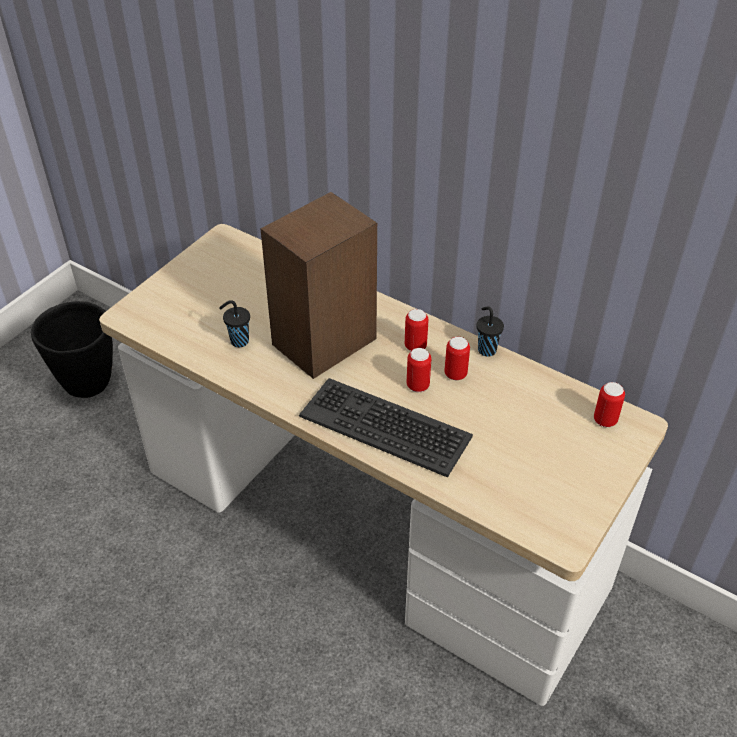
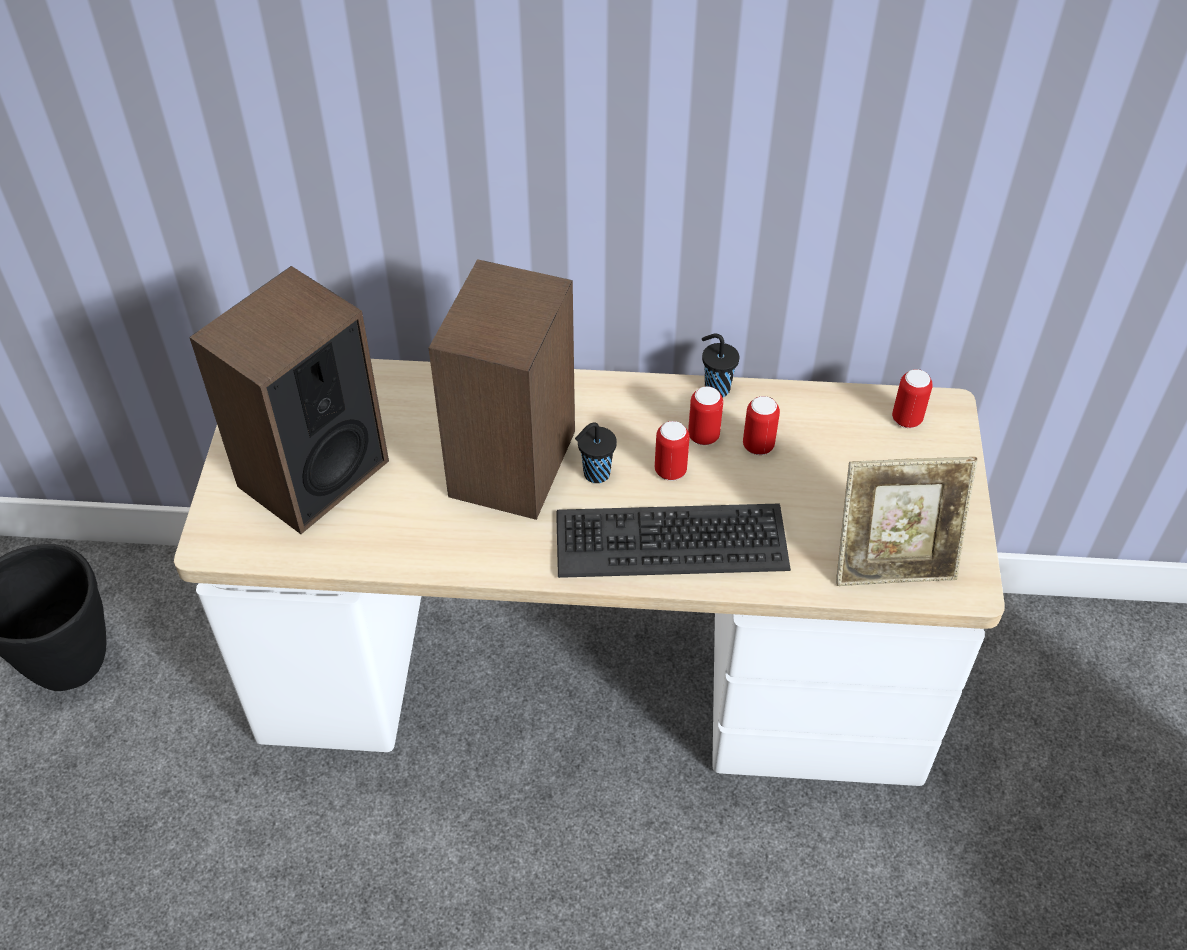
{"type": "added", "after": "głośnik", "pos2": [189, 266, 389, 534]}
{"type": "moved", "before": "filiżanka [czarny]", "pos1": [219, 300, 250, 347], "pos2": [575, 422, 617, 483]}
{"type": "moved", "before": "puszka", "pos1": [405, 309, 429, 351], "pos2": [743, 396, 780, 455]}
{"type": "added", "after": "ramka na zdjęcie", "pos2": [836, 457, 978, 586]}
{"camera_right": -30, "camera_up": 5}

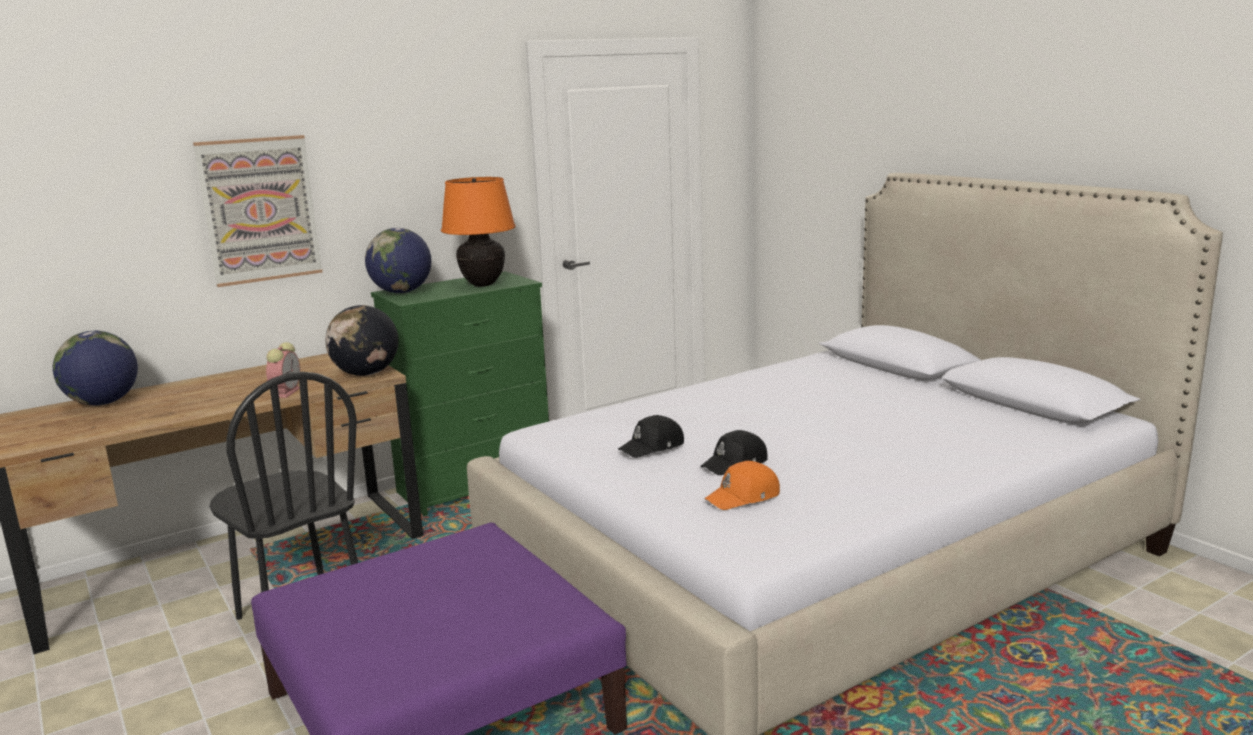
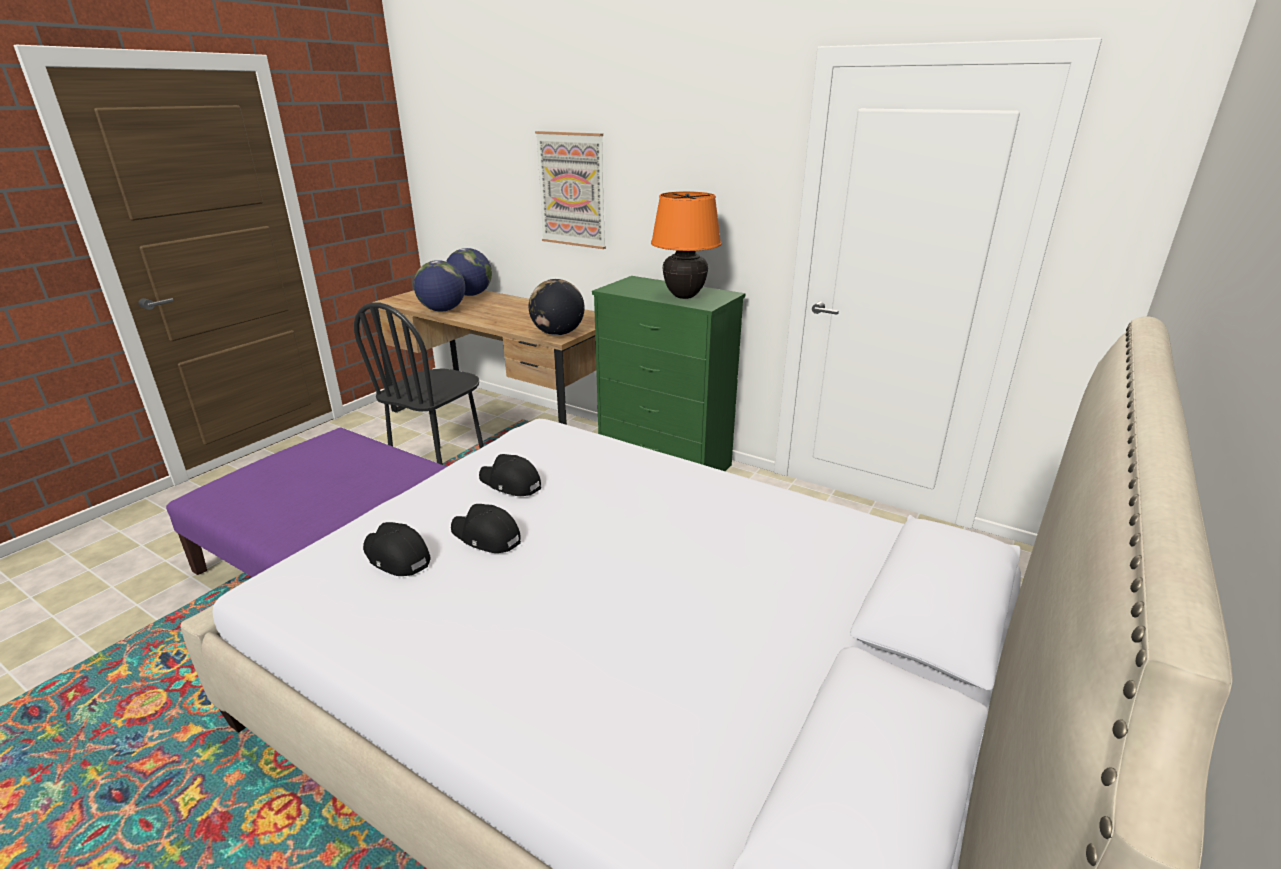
{"type": "recoloured", "before": "czapka z daszkiem [pomarańczowy]", "after": "czapka z daszkiem [czarny]", "pos1": [704, 461, 780, 510], "pos2": [363, 522, 431, 576]}
{"type": "moved", "before": "globus", "pos1": [365, 228, 431, 293], "pos2": [413, 260, 465, 312]}
{"type": "removed", "before": "budzik", "pos1": [266, 342, 300, 398]}
{"camera_right": 65, "camera_up": 10}

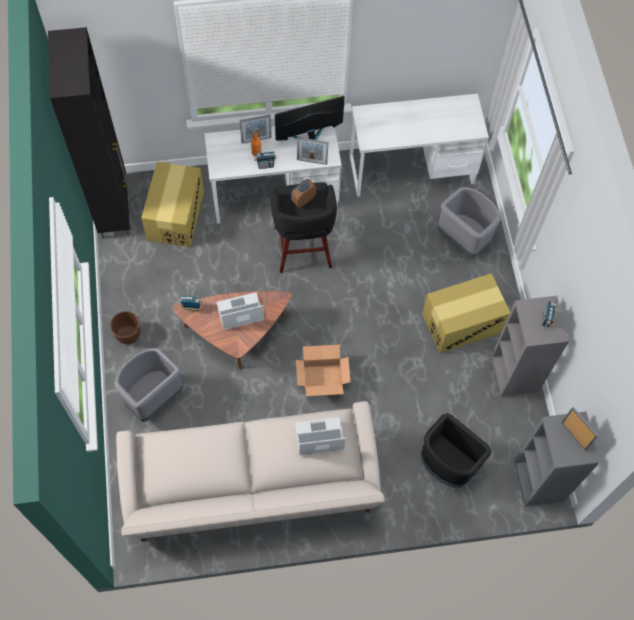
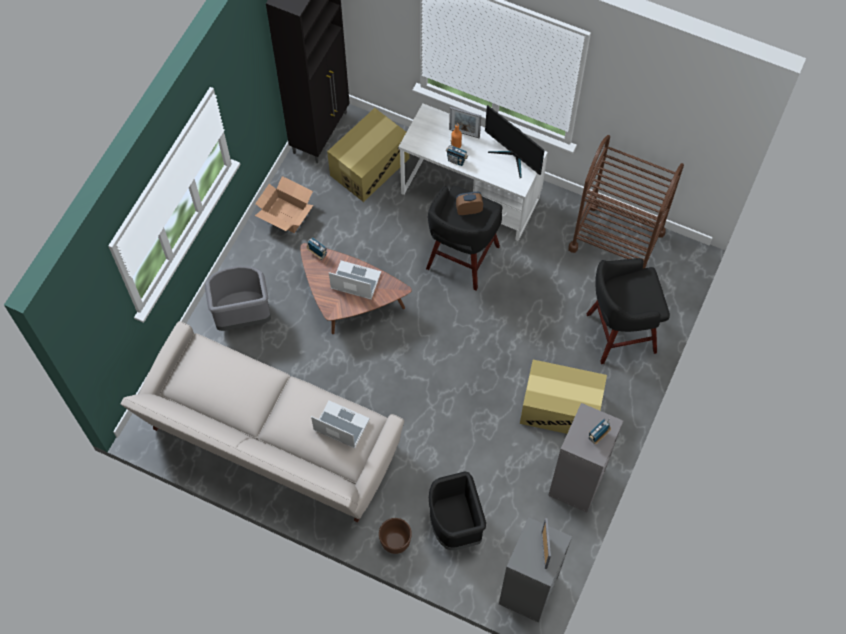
{"type": "moved", "before": "karton", "pos1": [296, 345, 351, 396], "pos2": [255, 176, 313, 233]}
{"type": "moved", "before": "donica [brązowy]", "pos1": [110, 311, 141, 344], "pos2": [379, 518, 412, 554]}
{"type": "turned", "before": "monitor", "pos1": [275, 96, 345, 141], "pos2": [485, 105, 545, 178], "turn": -150}
{"type": "replaced", "before": "biurko [biały]", "after": "wózek [brązowy]", "pos1": [350, 94, 489, 197], "pos2": [568, 135, 684, 268]}
{"type": "replaced", "before": "kosz na śmieci [szary]", "after": "stołek [czarny]", "pos1": [437, 187, 501, 258], "pos2": [586, 258, 670, 364]}
{"type": "removed", "before": "ramka na zdjęcie", "pos1": [297, 137, 328, 165]}
{"camera_right": 35, "camera_up": 0}

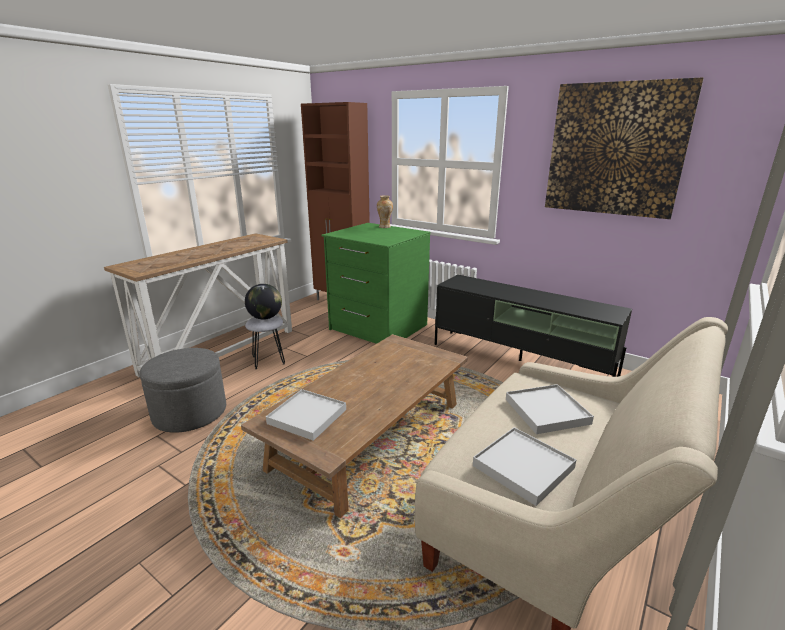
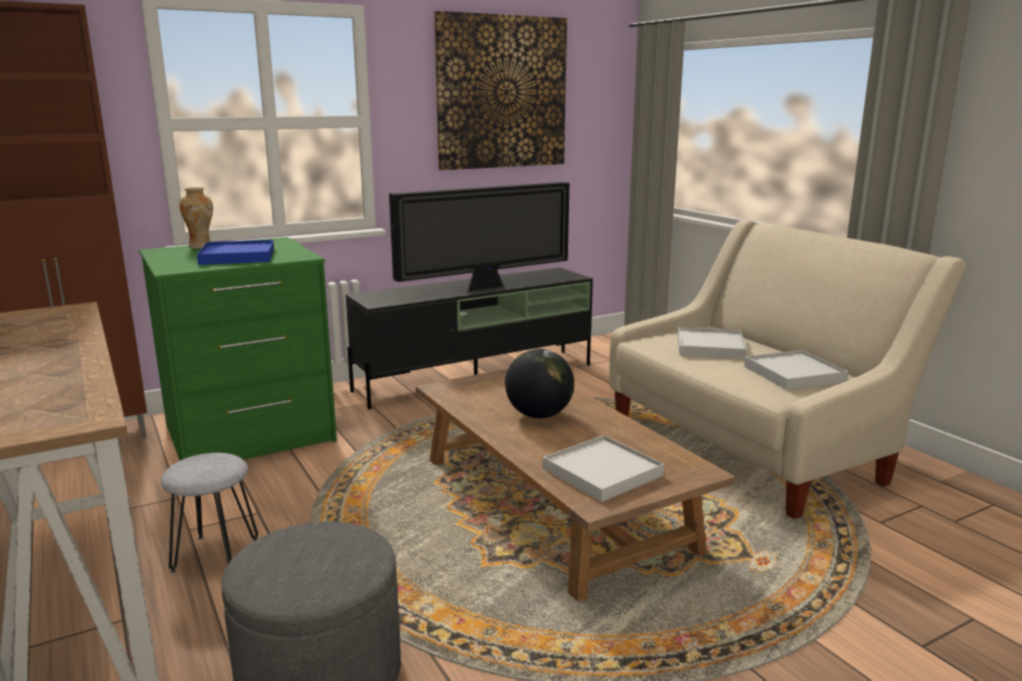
{"type": "added", "after": "taca [niebieski]", "pos2": [197, 240, 274, 265]}
{"type": "added", "after": "telewizor", "pos2": [389, 182, 569, 293]}
{"type": "moved", "before": "globus", "pos1": [245, 284, 282, 320], "pos2": [505, 349, 574, 418]}
{"camera_right": -65, "camera_up": -5}

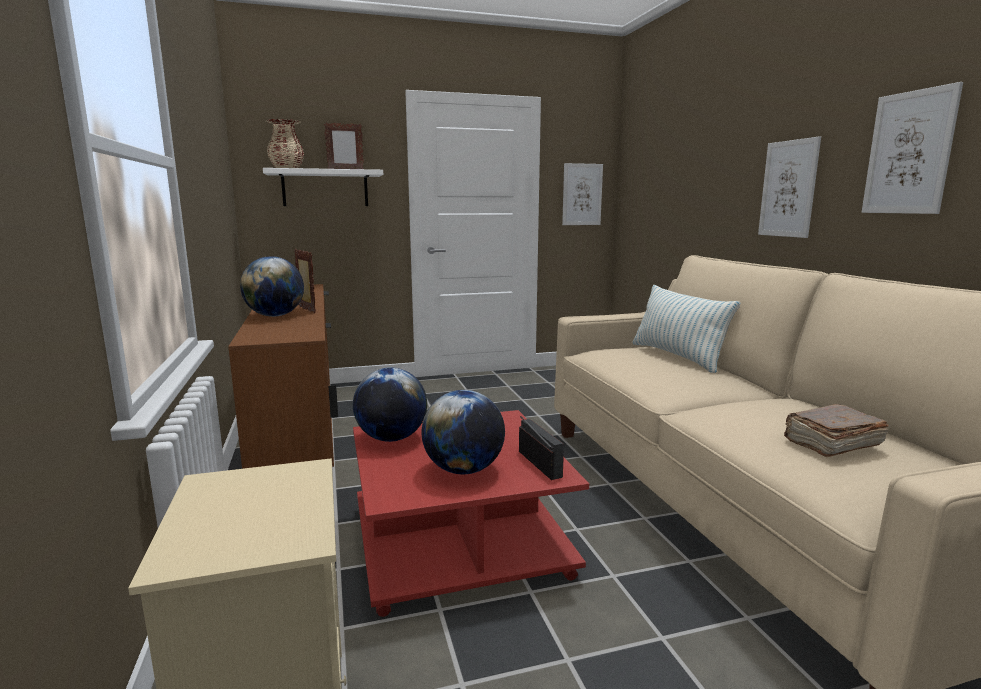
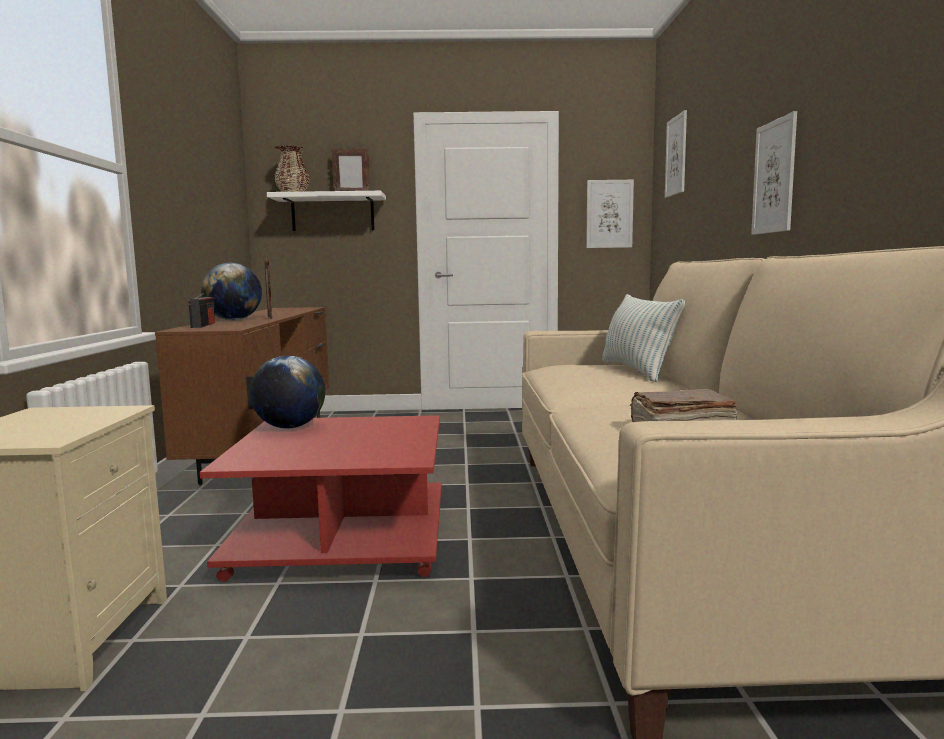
{"type": "moved", "before": "radio", "pos1": [519, 416, 564, 480], "pos2": [189, 293, 215, 328]}
{"type": "moved", "before": "obraz", "pos1": [862, 82, 963, 214], "pos2": [665, 110, 687, 198]}
{"type": "removed", "before": "globus", "pos1": [422, 390, 505, 474]}
{"camera_right": 15, "camera_up": -5}

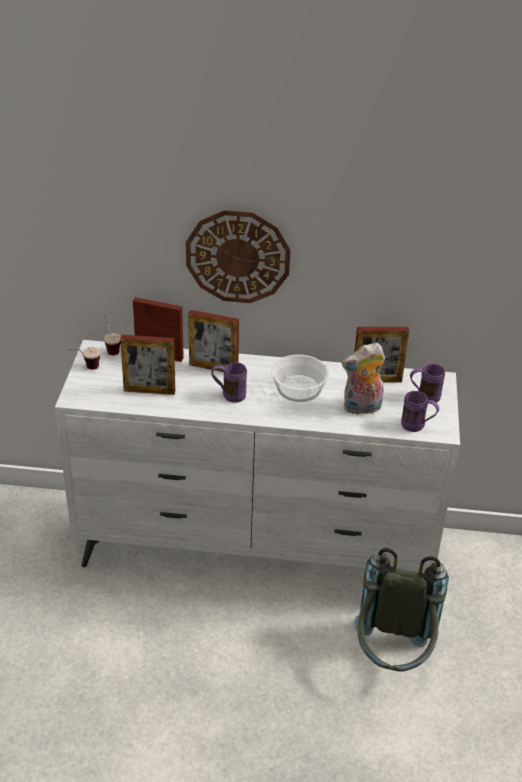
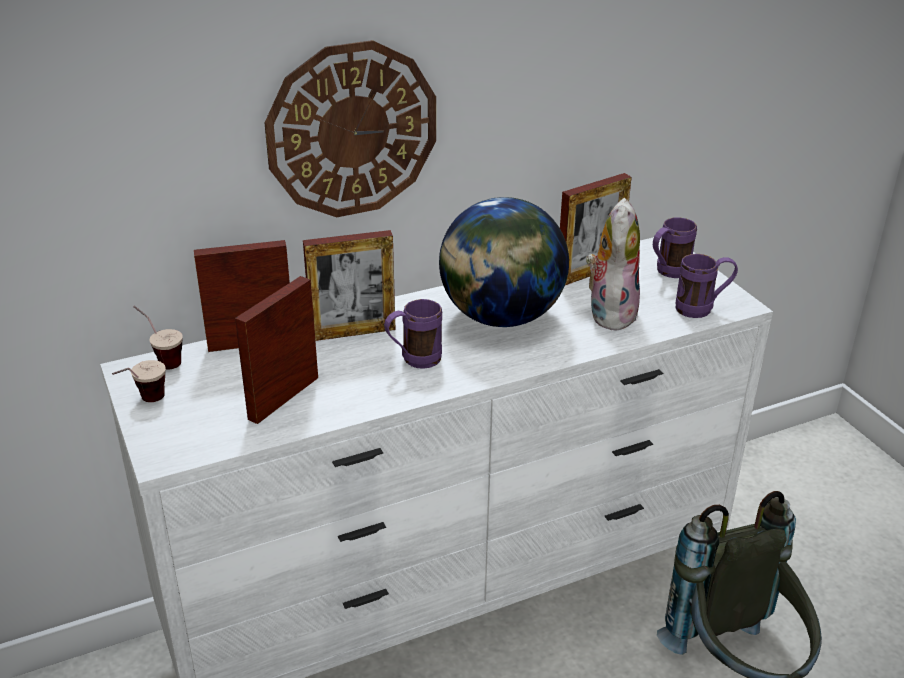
{"type": "turned", "before": "ramka na zdjęcie", "pos1": [120, 335, 175, 395], "pos2": [235, 276, 318, 424], "turn": 150}
{"type": "replaced", "before": "miska", "after": "globus", "pos1": [271, 354, 329, 402], "pos2": [439, 197, 569, 327]}
{"type": "turned", "before": "pluszak", "pos1": [342, 342, 385, 415], "pos2": [586, 198, 640, 332], "turn": 150}
{"camera_right": -30, "camera_up": -5}

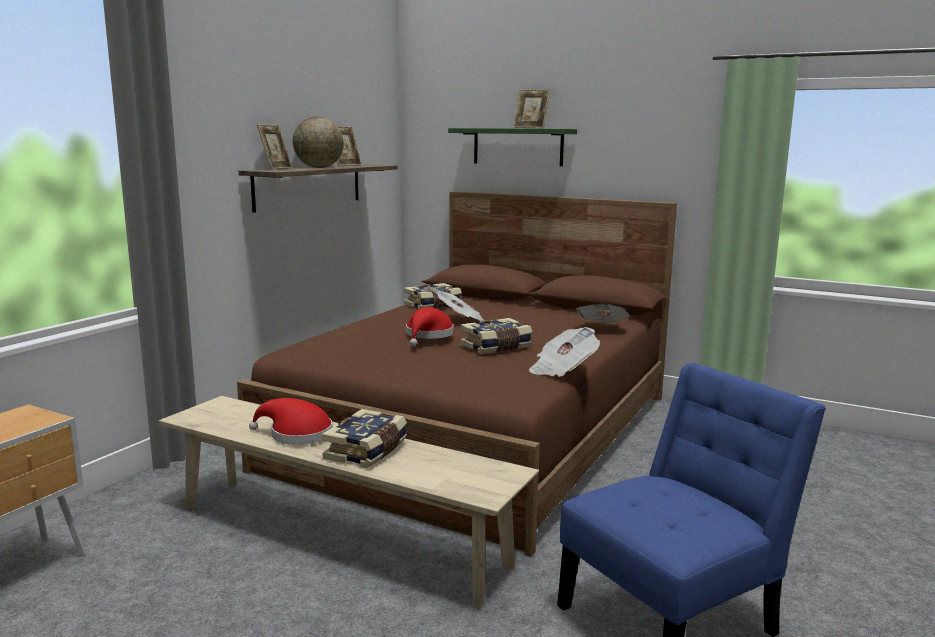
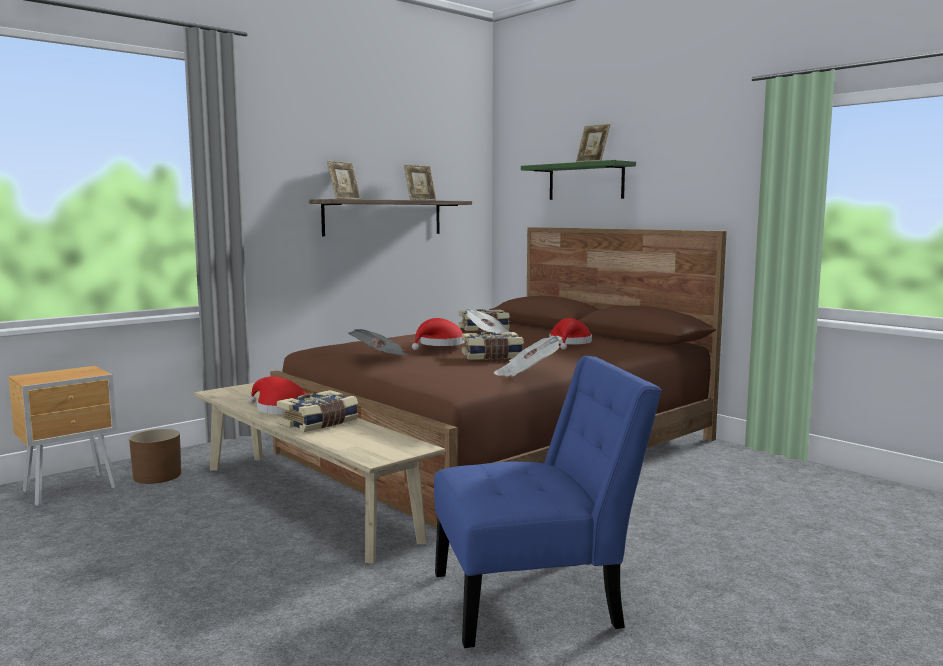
{"type": "added", "after": "donica [brązowy]", "pos2": [129, 429, 181, 484]}
{"type": "moved", "before": "gazeta", "pos1": [576, 304, 630, 323], "pos2": [348, 329, 408, 355]}
{"type": "added", "after": "kapelusz [czerwony]", "pos2": [549, 318, 592, 349]}
{"type": "removed", "before": "globus", "pos1": [293, 117, 344, 168]}
{"camera_right": 20, "camera_up": -5}

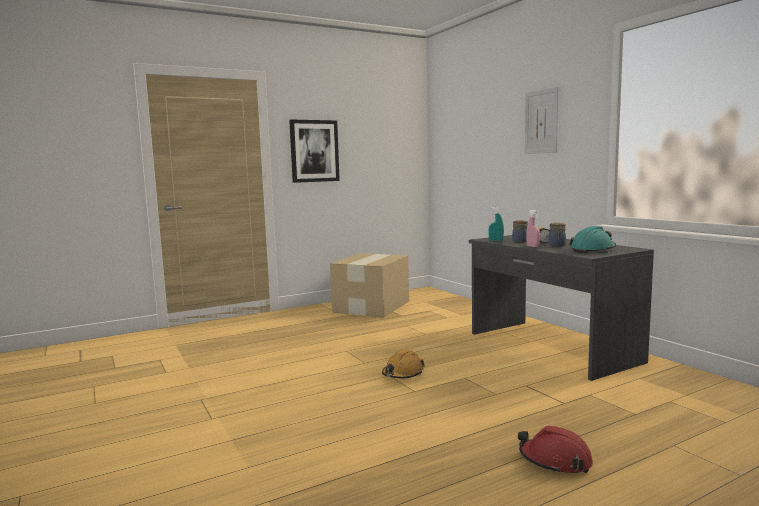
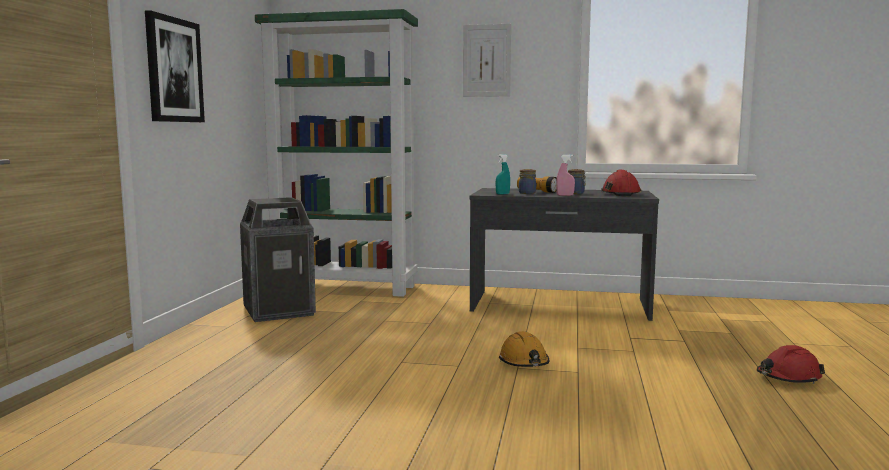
{"type": "replaced", "before": "karton", "after": "kosz na śmieci", "pos1": [330, 253, 409, 318], "pos2": [240, 197, 316, 322]}
{"type": "added", "after": "regał [zielony]", "pos2": [255, 9, 418, 297]}
{"type": "recoloured", "before": "kask [turkusowy]", "after": "kask [czerwony]", "pos1": [569, 226, 616, 253], "pos2": [601, 170, 641, 196]}
{"camera_right": -50, "camera_up": 0}

